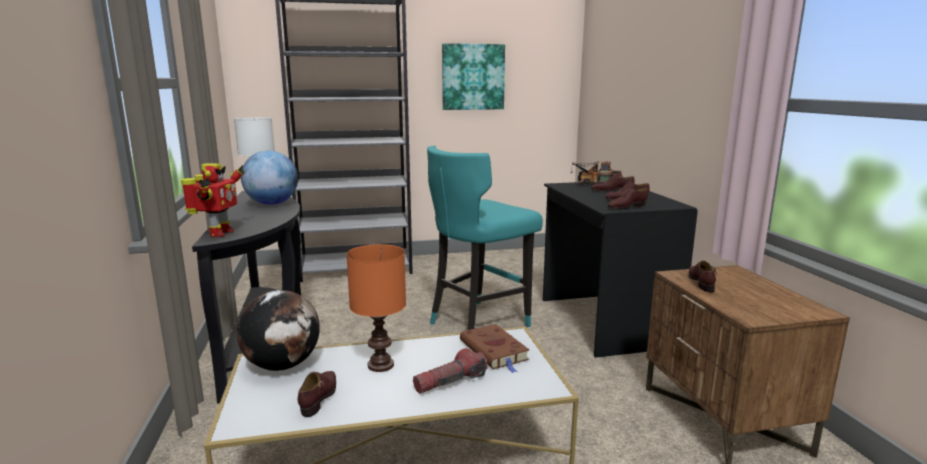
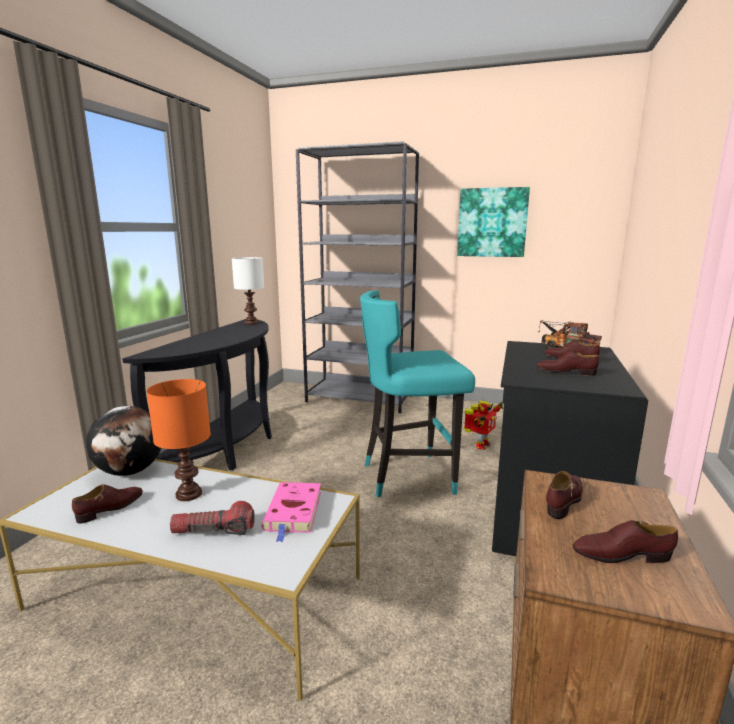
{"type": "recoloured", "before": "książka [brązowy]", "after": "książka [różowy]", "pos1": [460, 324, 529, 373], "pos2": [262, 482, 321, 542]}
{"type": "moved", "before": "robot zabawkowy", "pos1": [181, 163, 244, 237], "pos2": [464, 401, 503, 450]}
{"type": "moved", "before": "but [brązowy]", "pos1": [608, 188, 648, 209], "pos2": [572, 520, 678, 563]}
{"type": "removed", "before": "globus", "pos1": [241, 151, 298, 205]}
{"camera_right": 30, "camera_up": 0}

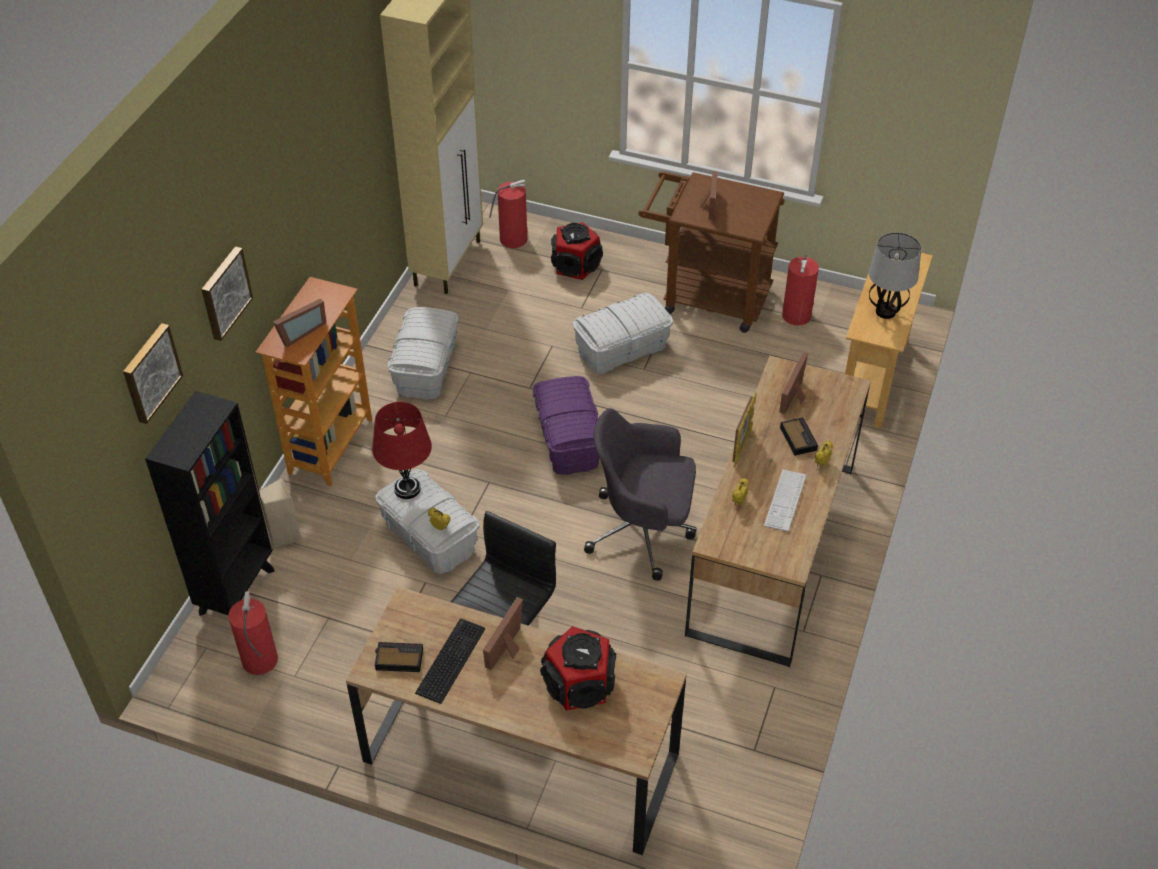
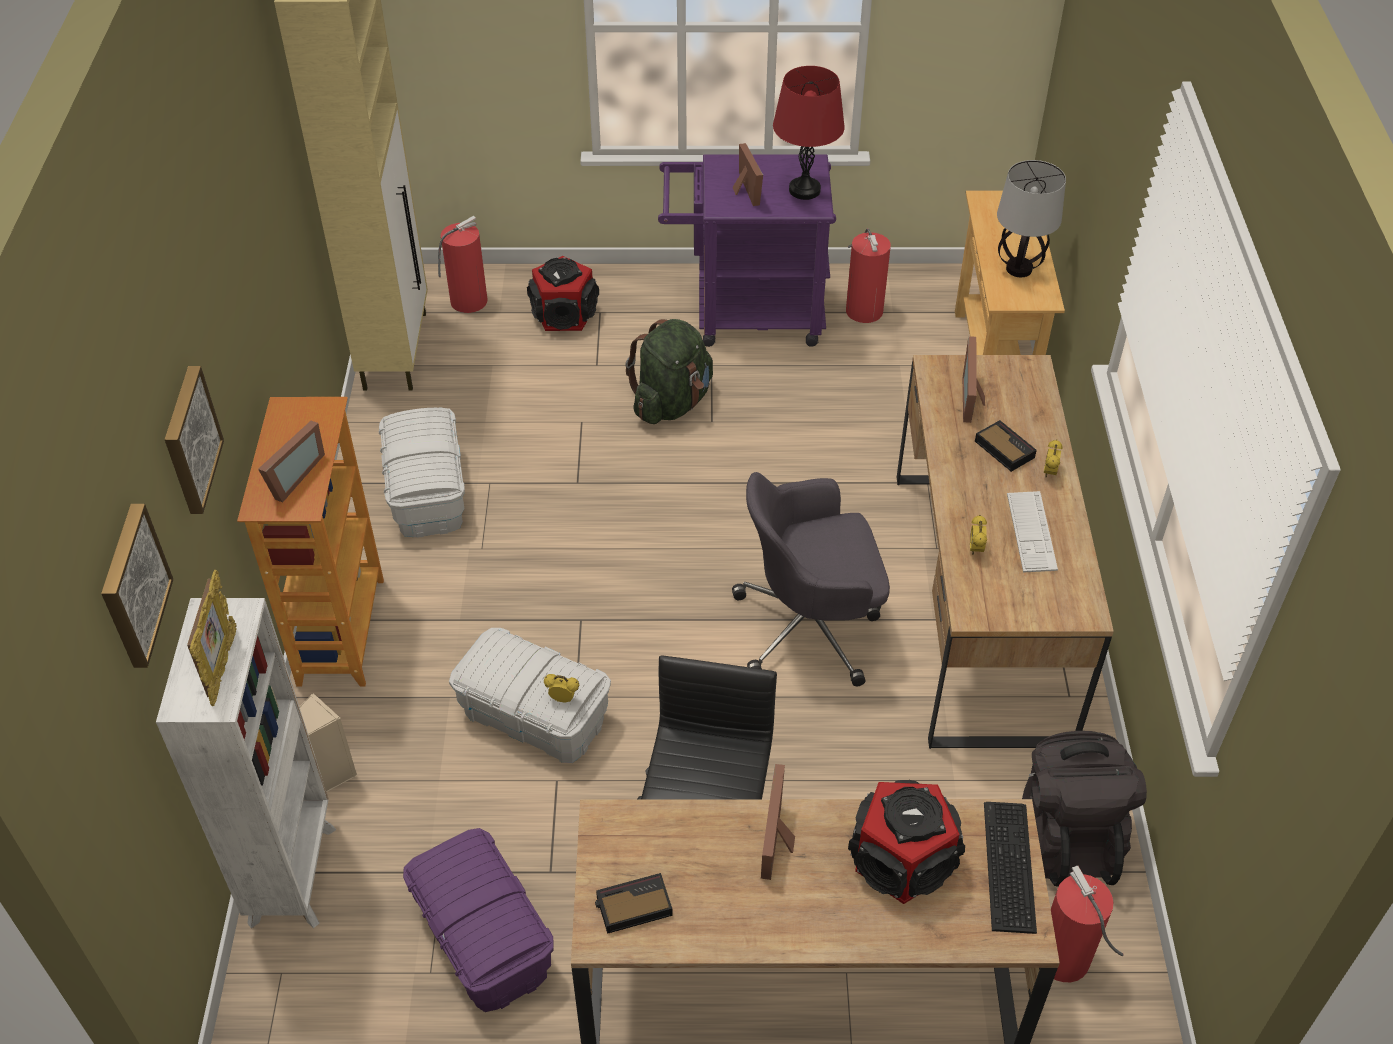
{"type": "recoloured", "before": "regał [czarny]", "after": "regał [biały]", "pos1": [145, 391, 275, 616], "pos2": [156, 598, 336, 928]}
{"type": "moved", "before": "ramka na zdjęcie", "pos1": [732, 392, 757, 468], "pos2": [187, 570, 237, 706]}
{"type": "moved", "before": "pojemnik do przechowywania [fioletowy]", "pos1": [533, 376, 599, 475], "pos2": [403, 828, 554, 1012]}
{"type": "replaced", "before": "pojemnik do przechowywania [biały]", "after": "plecak [zielony]", "pos1": [573, 293, 673, 374], "pos2": [625, 319, 713, 424]}
{"type": "recoloured", "before": "wózek [brązowy]", "after": "wózek [fioletowy]", "pos1": [638, 171, 784, 333], "pos2": [658, 154, 836, 347]}
{"type": "moved", "before": "lampa stołowa [czerwony]", "pos1": [372, 402, 432, 499], "pos2": [773, 66, 845, 200]}
{"type": "moved", "before": "klawiatura", "pos1": [415, 619, 485, 704], "pos2": [984, 802, 1037, 934]}
{"type": "added", "after": "plecak [czarny]", "pos2": [1022, 731, 1147, 887]}
{"type": "moved", "before": "gaśnica", "pos1": [228, 591, 278, 675], "pos2": [1051, 866, 1124, 982]}
{"camera_right": -20, "camera_up": 0}

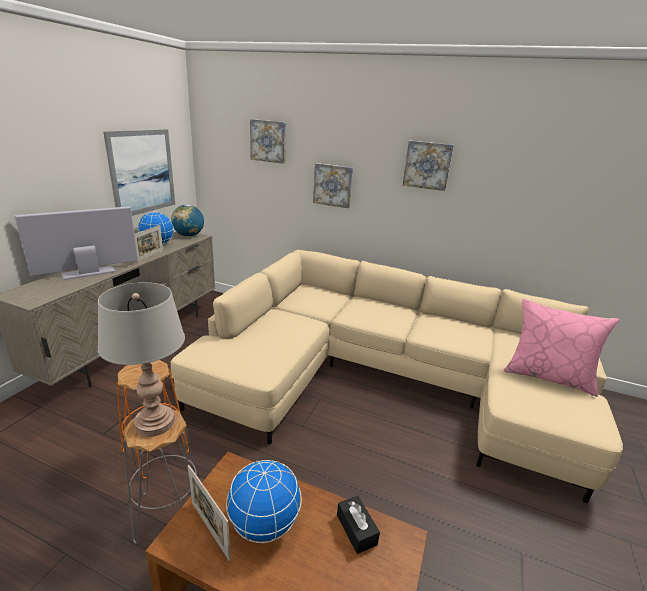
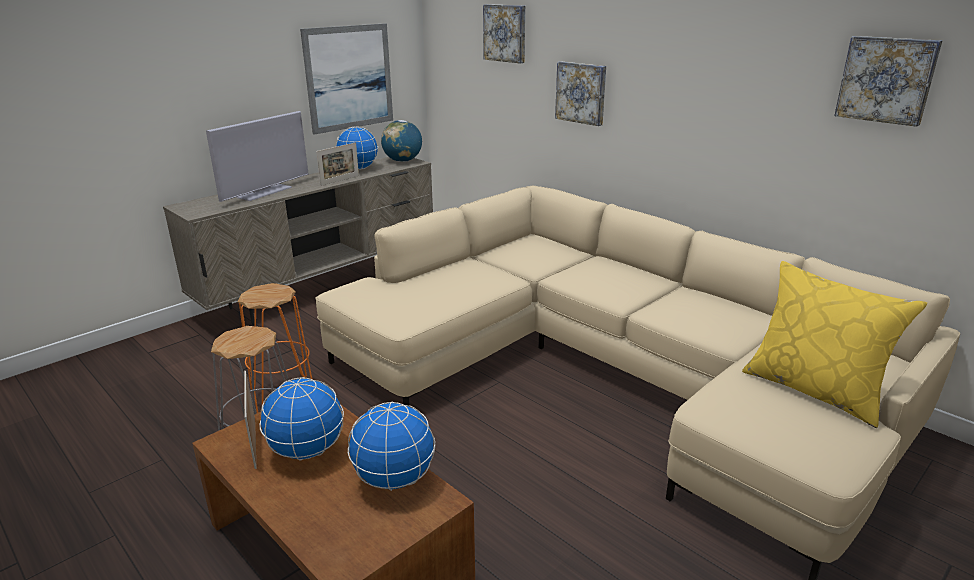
{"type": "turned", "before": "telewizor", "pos1": [14, 206, 138, 280], "pos2": [206, 111, 309, 202], "turn": 135}
{"type": "replaced", "before": "pudełko chusteczek [czarny]", "after": "globus", "pos1": [337, 495, 380, 554], "pos2": [348, 402, 435, 491]}
{"type": "recoloured", "before": "poduszka [różowy]", "after": "poduszka [żółty]", "pos1": [504, 299, 620, 397], "pos2": [742, 261, 927, 428]}
{"type": "moved", "before": "obraz", "pos1": [403, 141, 454, 191], "pos2": [834, 36, 942, 127]}
{"type": "removed", "before": "lampa stołowa [szary]", "pos1": [98, 282, 185, 437]}
{"camera_right": 25, "camera_up": 0}

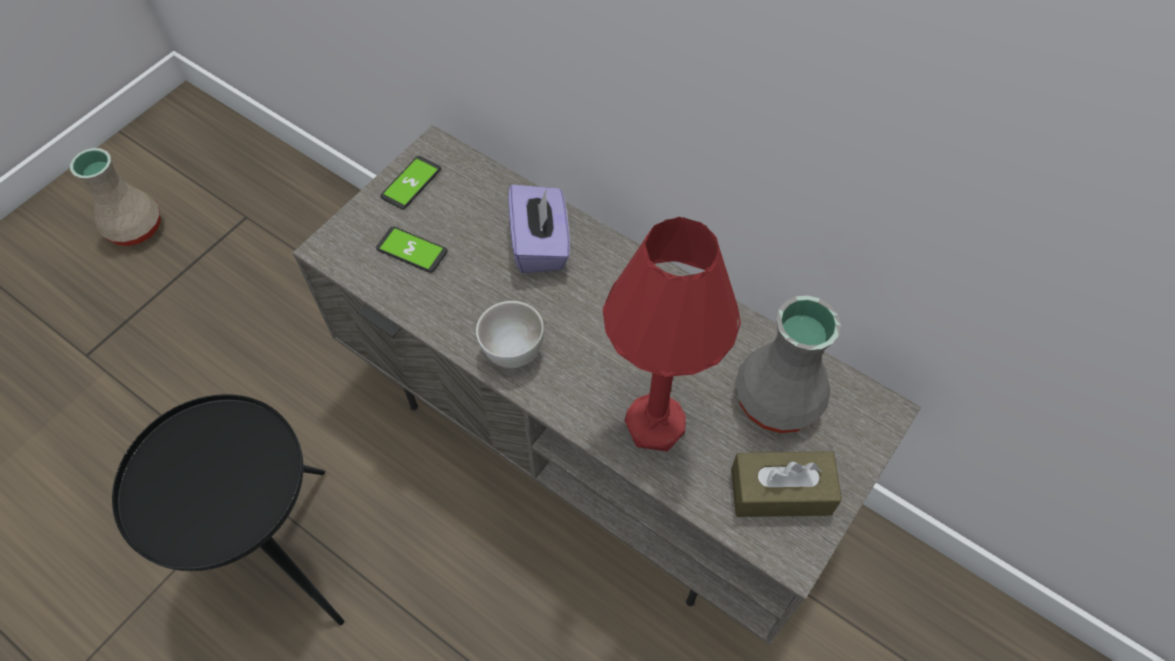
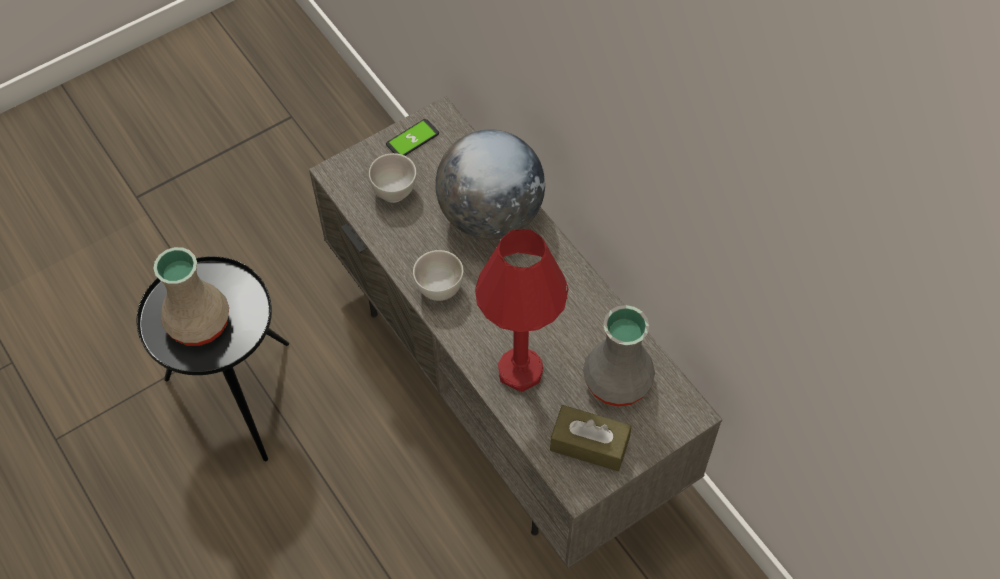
{"type": "moved", "before": "wazon [beżowy]", "pos1": [70, 148, 161, 246], "pos2": [153, 247, 229, 346]}
{"type": "replaced", "before": "telefon", "after": "miska [biały]", "pos1": [376, 227, 448, 273], "pos2": [369, 153, 416, 203]}
{"type": "replaced", "before": "pudełko chusteczek [fioletowy]", "after": "globus", "pos1": [508, 185, 570, 273], "pos2": [435, 129, 545, 240]}
{"camera_right": 20, "camera_up": 0}

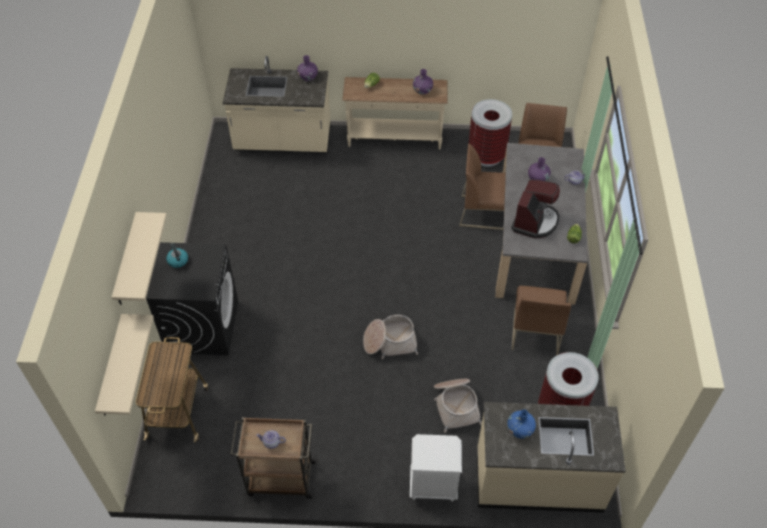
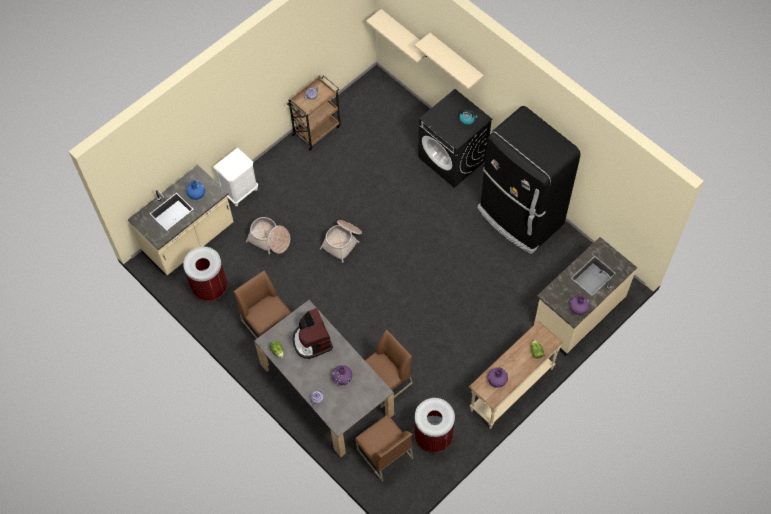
{"type": "added", "after": "lodówka [czarny]", "pos2": [478, 106, 581, 254]}
{"type": "removed", "before": "wózek", "pos1": [136, 337, 208, 442]}
{"camera_right": 135, "camera_up": 10}

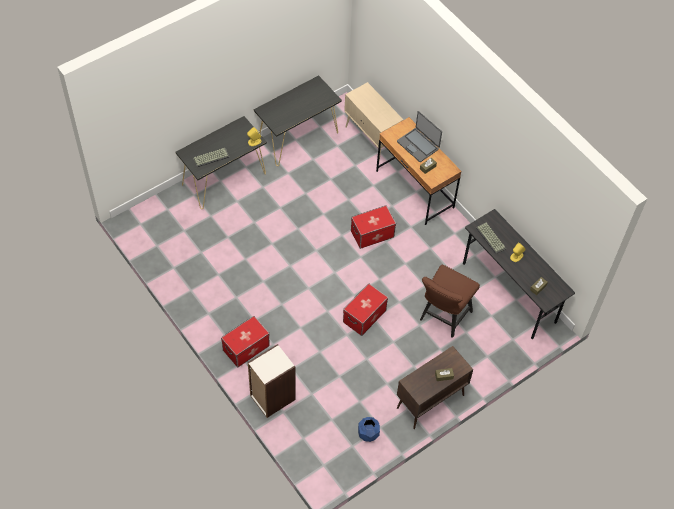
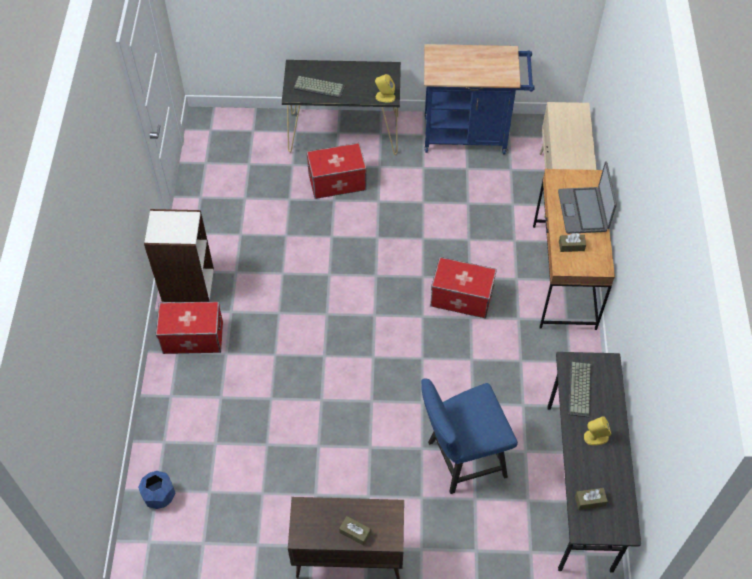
{"type": "moved", "before": "donica [niebieski]", "pos1": [358, 417, 380, 442], "pos2": [138, 471, 176, 509]}
{"type": "moved", "before": "regał", "pos1": [248, 344, 296, 418], "pos2": [144, 209, 214, 302]}
{"type": "moved", "before": "pojemnik do przechowywania", "pos1": [343, 284, 388, 336], "pos2": [306, 143, 367, 199]}
{"type": "recoloured", "before": "krzesło [brązowy]", "after": "krzesło [niebieski]", "pos1": [420, 265, 480, 338], "pos2": [421, 379, 518, 494]}
{"type": "replaced", "before": "stolik konsolowy [czarny]", "after": "wózek [niebieski]", "pos1": [254, 75, 342, 166], "pos2": [424, 44, 535, 154]}
{"camera_right": 40, "camera_up": 0}

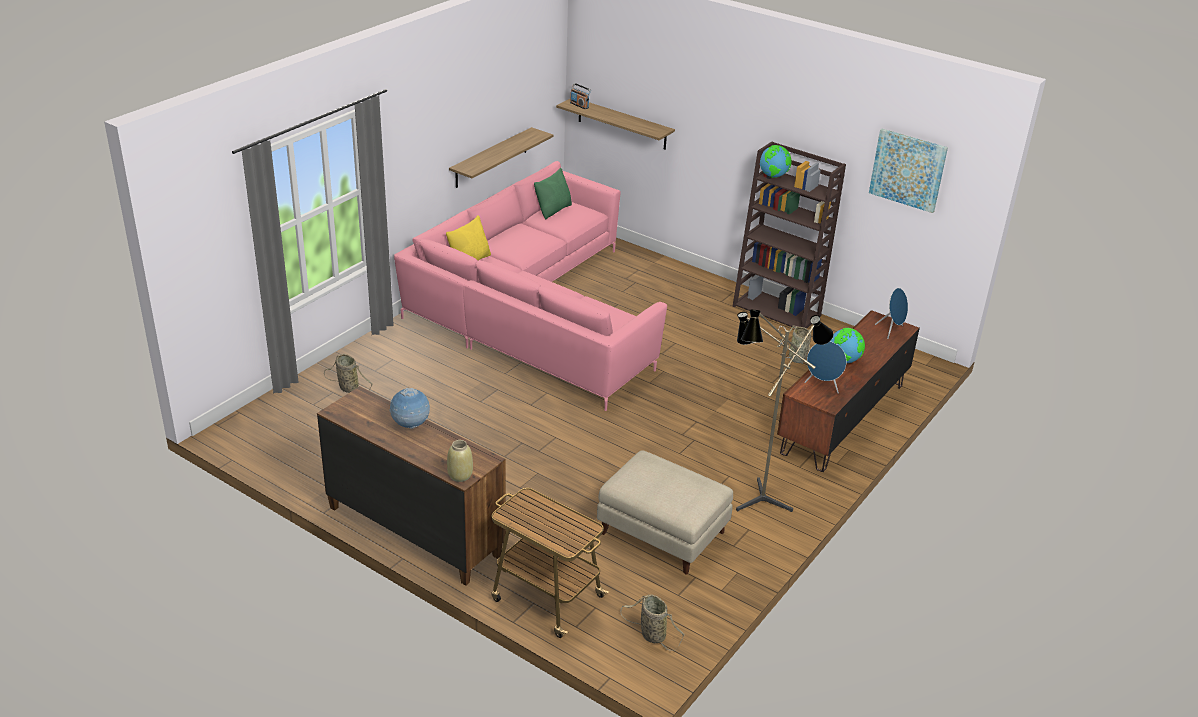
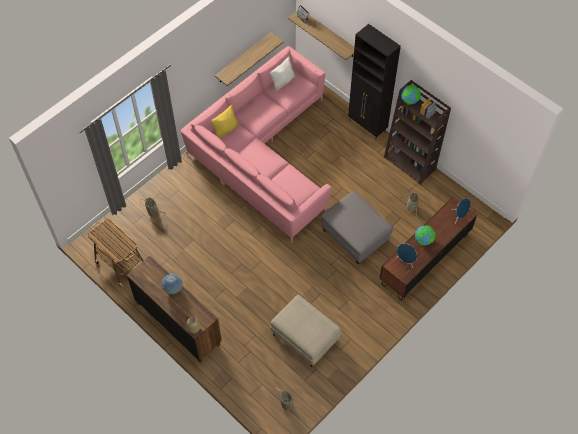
{"type": "moved", "before": "wózek", "pos1": [491, 488, 609, 638], "pos2": [88, 219, 143, 287]}
{"type": "recoloured", "before": "poduszka [zielony]", "after": "poduszka [biały]", "pos1": [534, 168, 572, 219], "pos2": [270, 57, 295, 91]}
{"type": "added", "after": "pufa [szary]", "pos2": [321, 192, 393, 264]}
{"type": "added", "after": "szafka [czarny]", "pos2": [348, 24, 401, 141]}
{"type": "removed", "before": "lampa stojąca", "pos1": [736, 310, 834, 512]}
{"type": "removed", "before": "obraz", "pos1": [869, 129, 948, 213]}
{"camera_right": 10, "camera_up": 25}

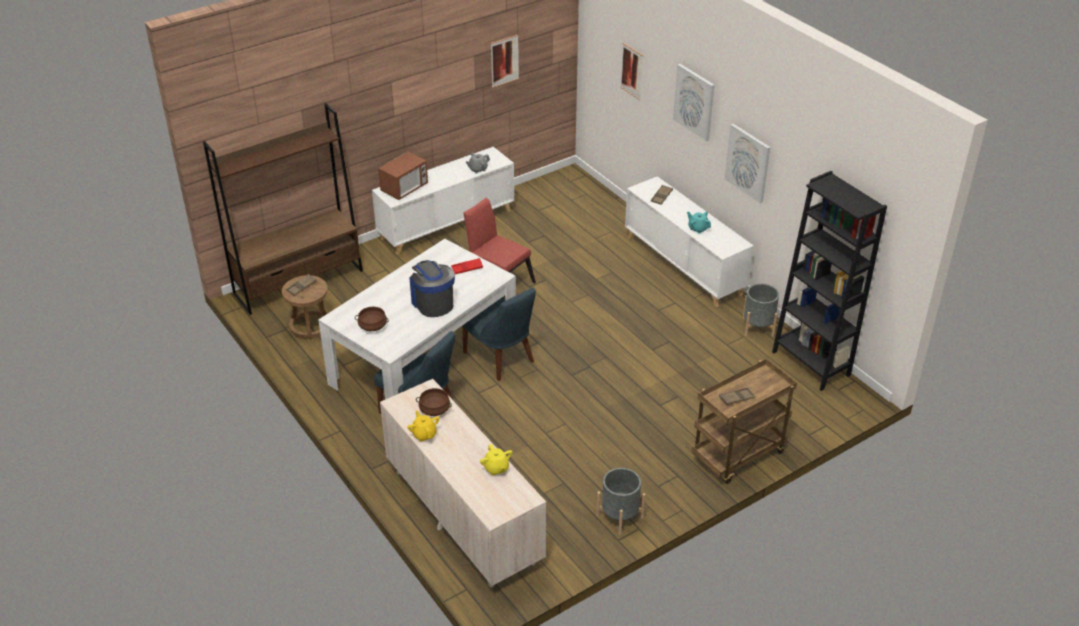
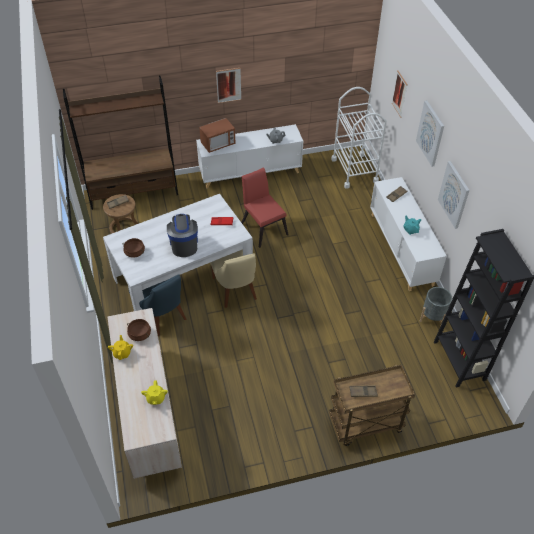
{"type": "recoloured", "before": "krzesło [niebieski]", "after": "krzesło [beżowy]", "pos1": [462, 287, 536, 381], "pos2": [210, 249, 257, 308]}
{"type": "moved", "before": "obraz", "pos1": [491, 35, 519, 88], "pos2": [216, 68, 241, 103]}
{"type": "added", "after": "wózek [biały]", "pos2": [331, 87, 387, 189]}
{"type": "removed", "before": "donica [szary]", "pos1": [596, 468, 646, 535]}
{"camera_right": 20, "camera_up": 10}

